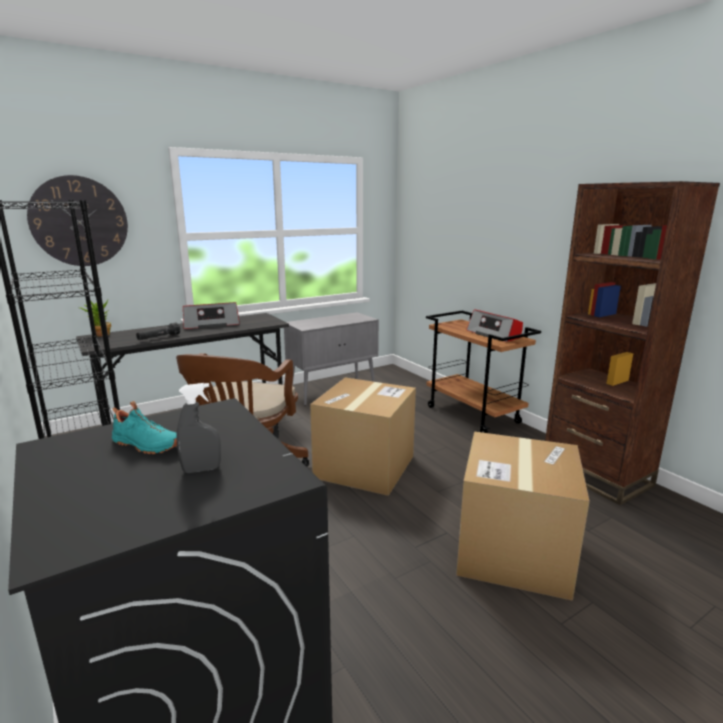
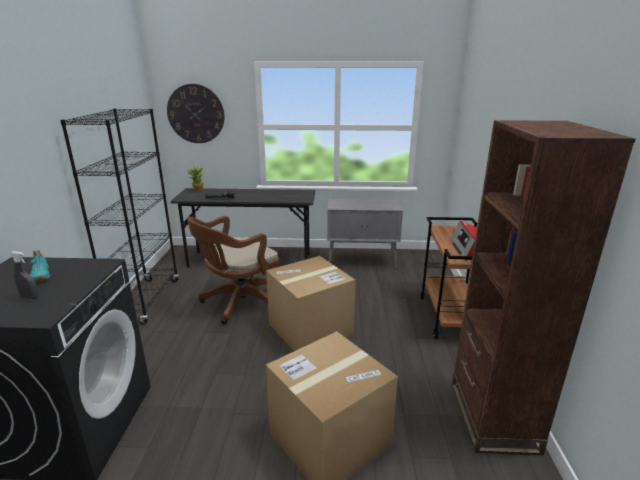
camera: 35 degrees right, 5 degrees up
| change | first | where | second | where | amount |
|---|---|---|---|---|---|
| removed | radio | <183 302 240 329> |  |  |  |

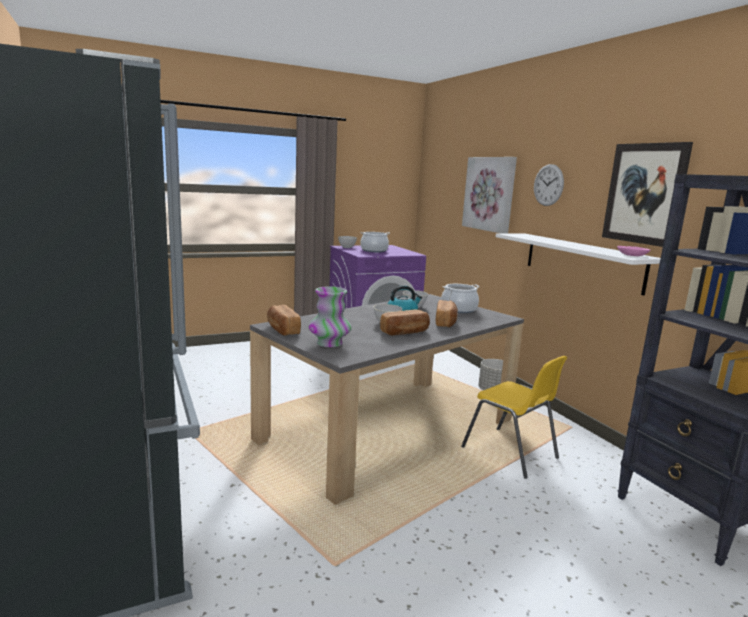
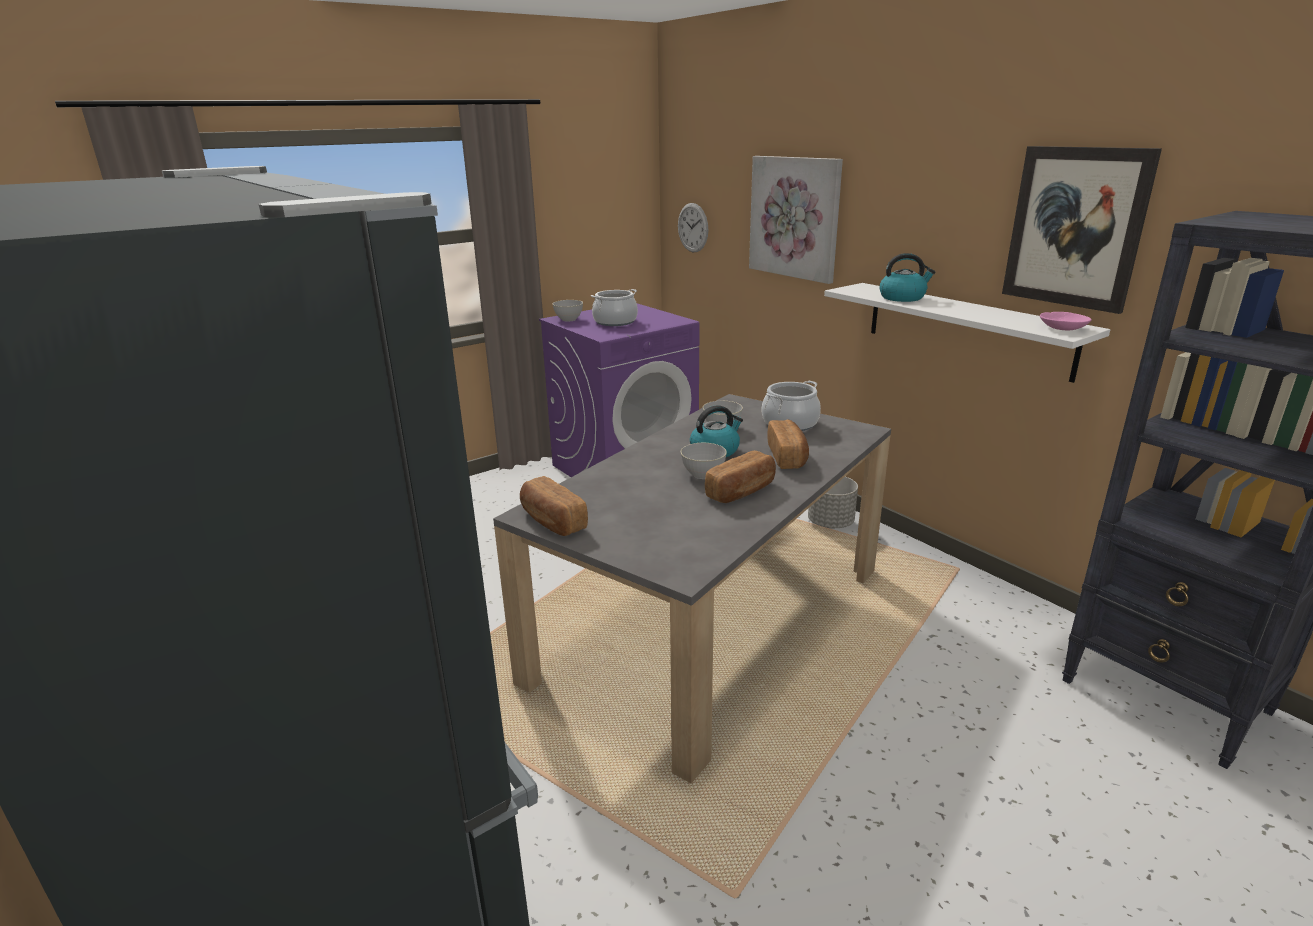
camera: 10 degrees left, 10 degrees up
| change | first | where | second | where | amount |
|---|---|---|---|---|---|
| removed | vase | <309 286 352 347> |  |  |  |
| removed | chair (yellow) | <461 356 567 479> |  |  |  |
| moved | wall clock | <534 164 564 206> |  | <678 203 708 252> |  |
| added |  |  | kettle | <879 253 936 302> |  |

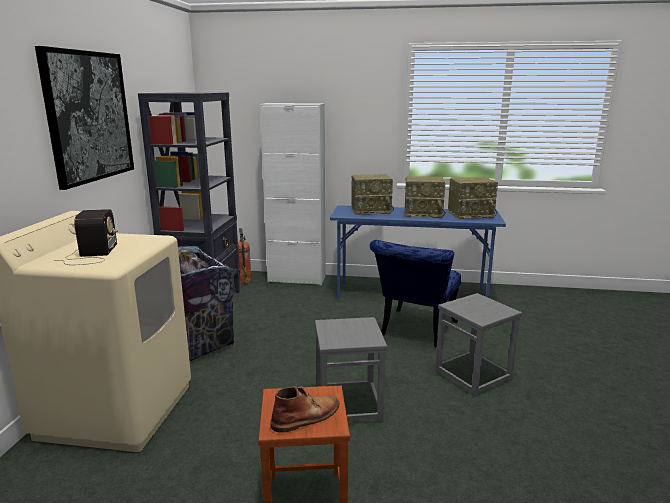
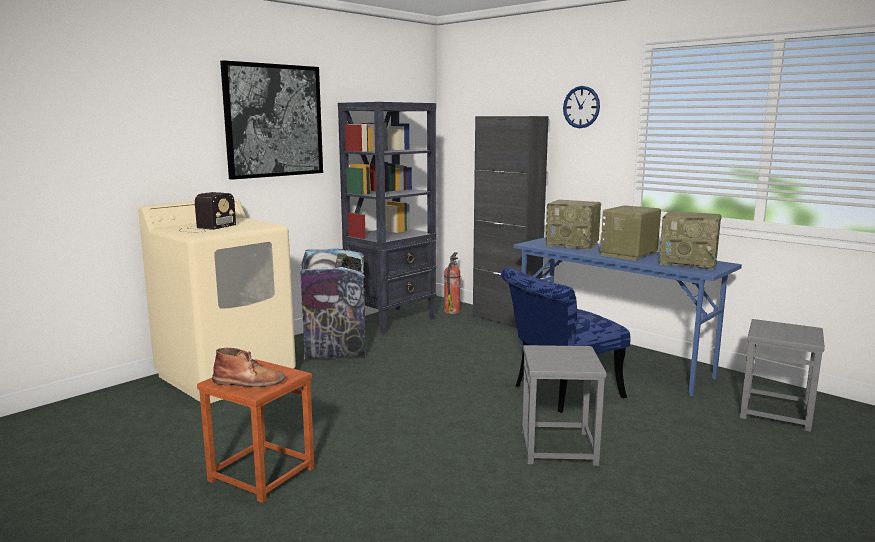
camera: 35 degrees right, 5 degrees down
| change | first | where | second | where | amount |
|---|---|---|---|---|---|
| recoloured | cabinet (white) | <260 103 326 285> | cabinet (black) | <473 116 549 328> |  |
| moved | stool (grey) | <315 317 387 422> |  | <740 319 825 432> |  |
| turned | radio | <405 176 445 218> |  | <598 205 661 261> | 90 degrees clockwise |
| added |  |  | wall clock | <563 86 600 128> |  |

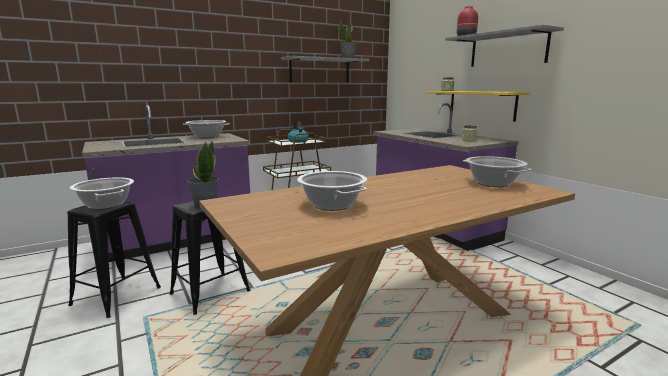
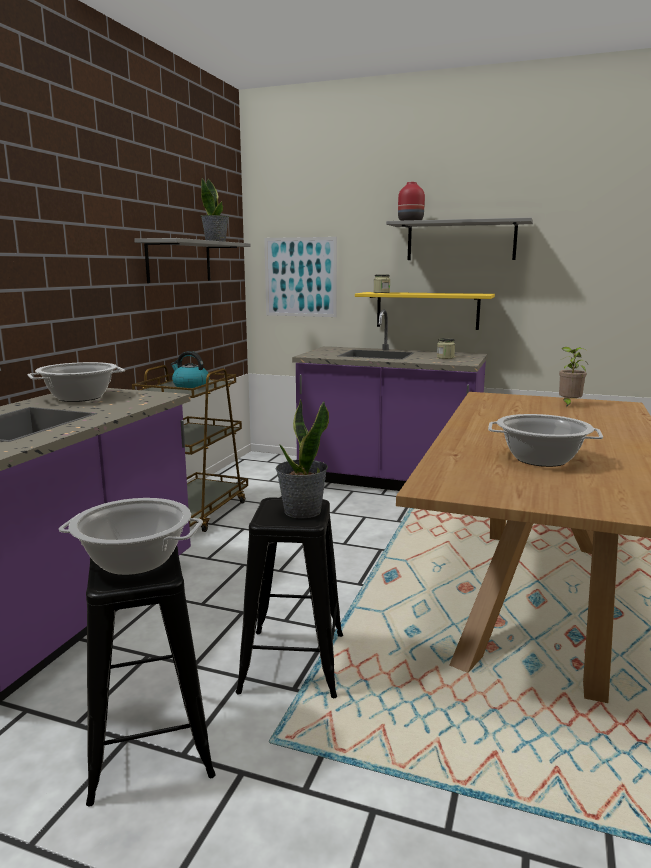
camera: 40 degrees left, 0 degrees up
| change | first | where | second | where | amount |
|---|---|---|---|---|---|
| replaced | cooking pot | <463 156 532 187> | potted plant | <559 347 588 407> |  |
| added |  |  | picture | <264 237 337 317> |  |

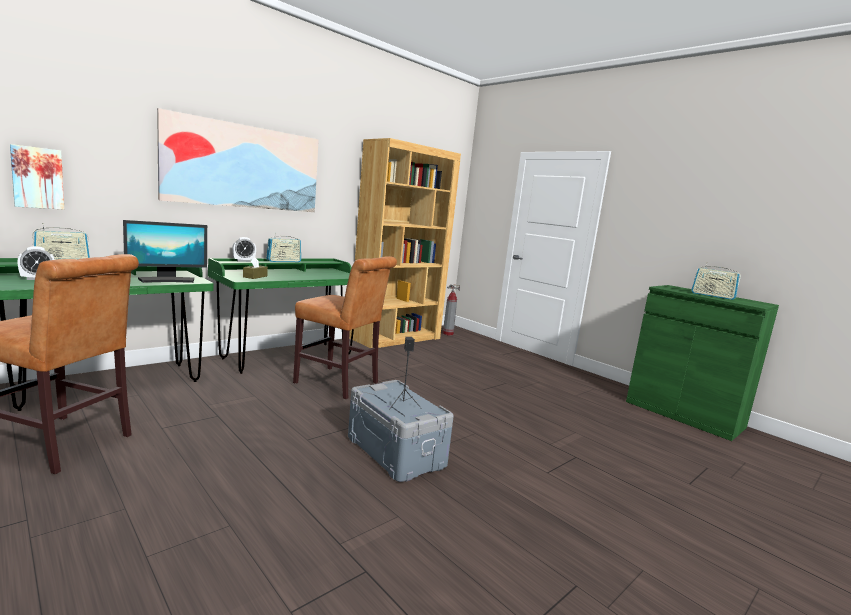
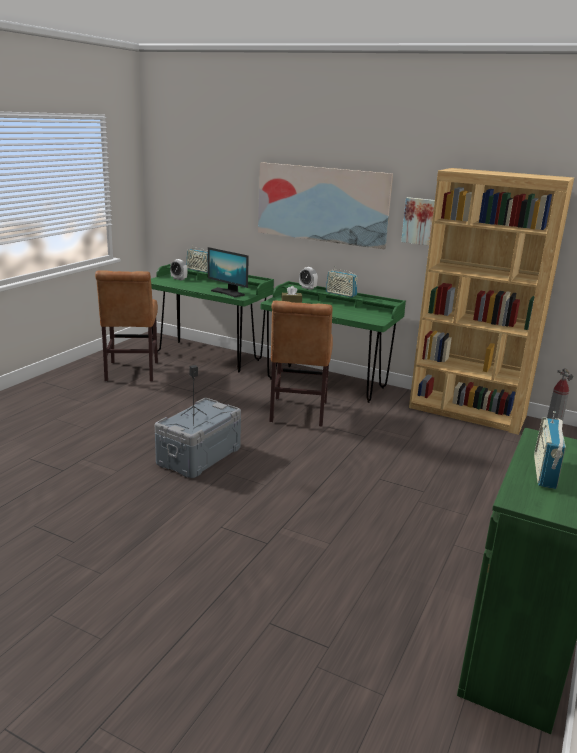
camera: 70 degrees right, 10 degrees up
| change | first | where | second | where | amount |
|---|---|---|---|---|---|
| moved | picture | <10 144 64 210> |  | <401 197 435 246> |  |

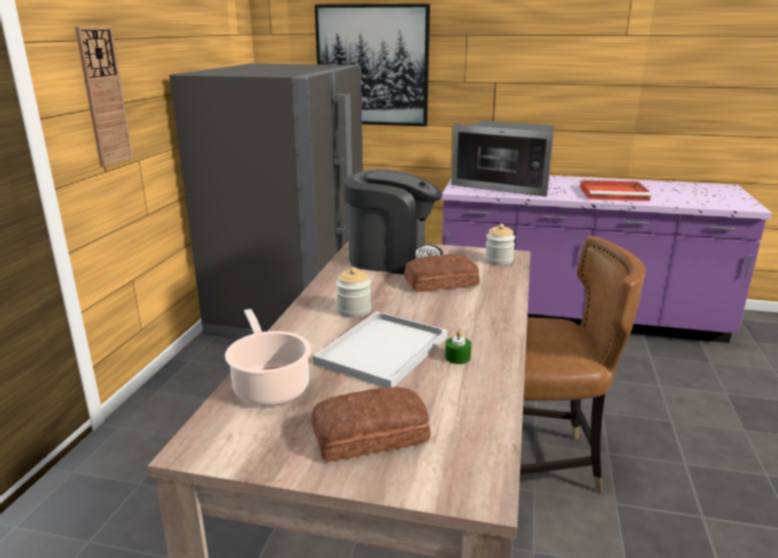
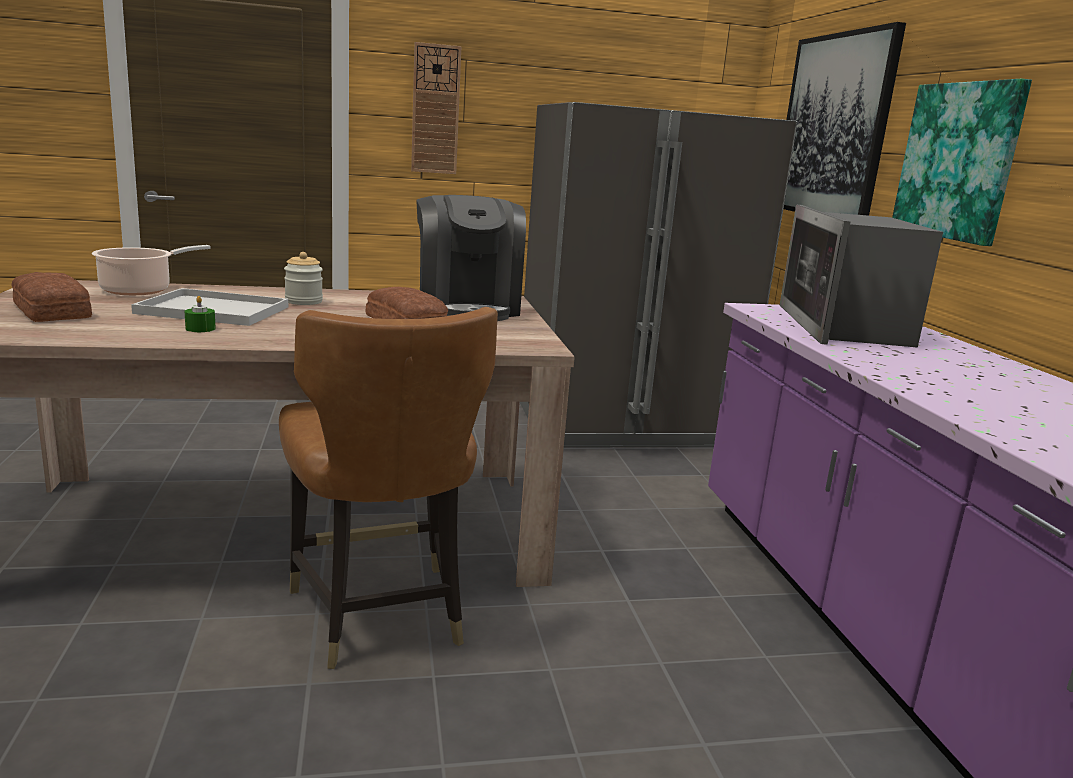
camera: 65 degrees right, 5 degrees down
| change | first | where | second | where | amount |
|---|---|---|---|---|---|
| removed | jar | <485 224 515 265> |  |  |  |
| removed | tray (red) | <580 180 651 201> |  |  |  |
| added |  |  | picture | <892 79 1032 246> |  |

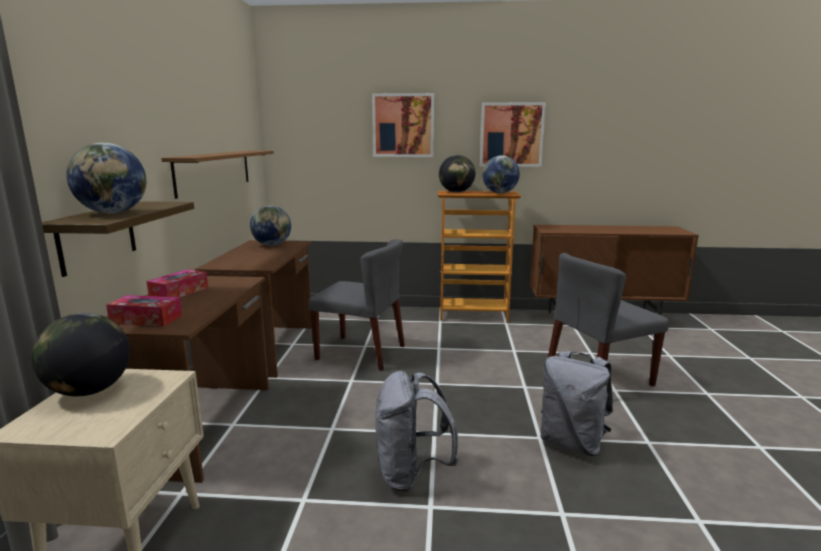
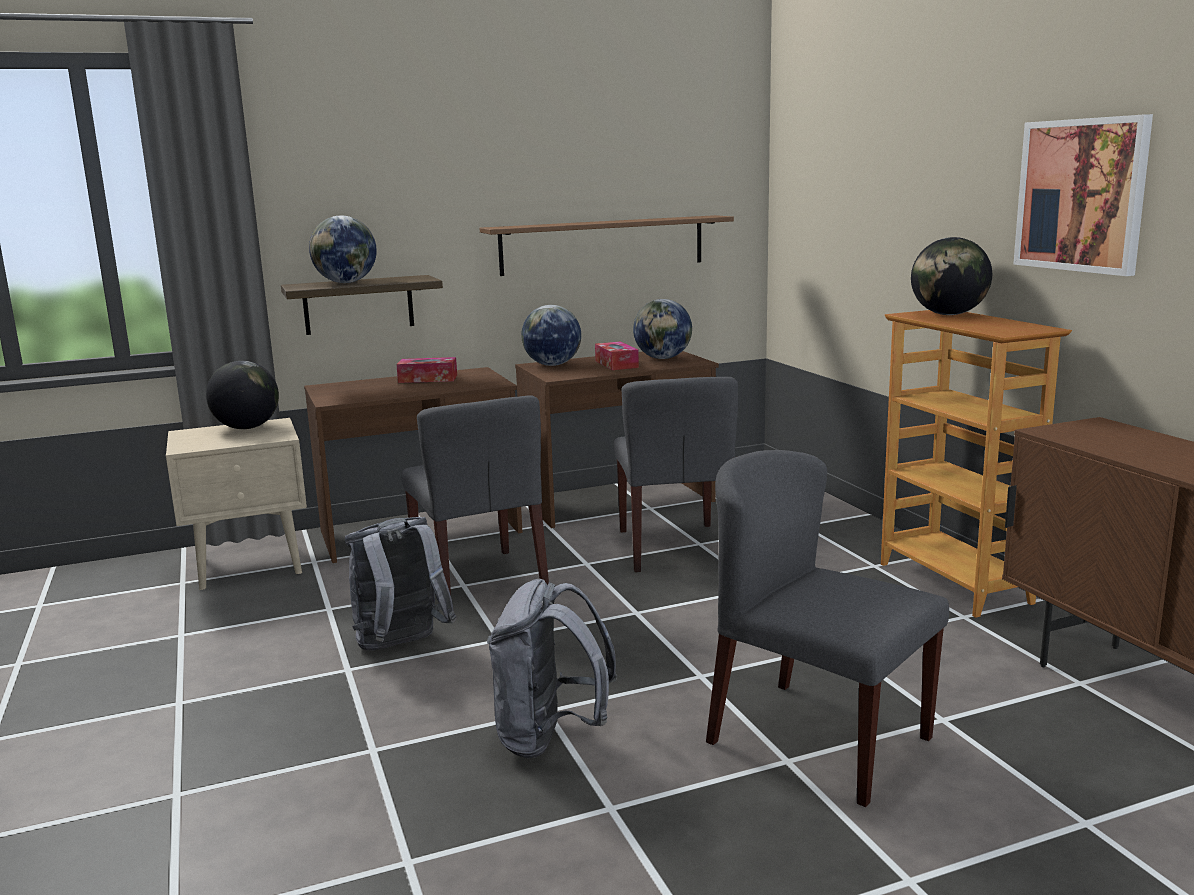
camera: 65 degrees right, 0 degrees up
| change | first | where | second | where | amount |
|---|---|---|---|---|---|
| moved | tissue box | <106 295 182 327> |  | <595 341 639 370> |  |
| removed | picture | <372 93 434 157> |  |  |  |
| moved | globe | <482 155 520 193> |  | <521 305 581 366> |  |
| added |  |  | chair (grey) | <401 395 549 595> |  |

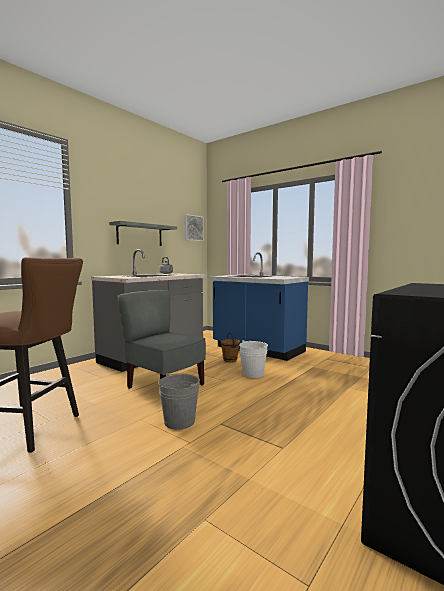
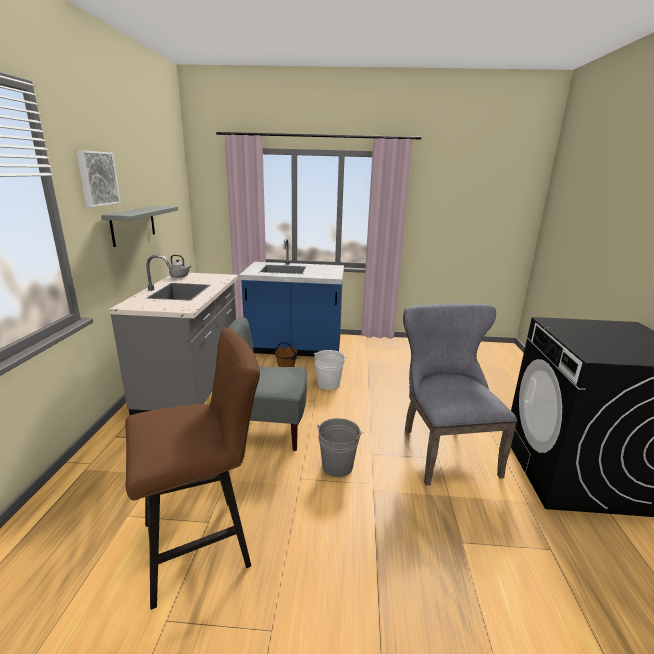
camera: 35 degrees left, 15 degrees up
| change | first | where | second | where | amount |
|---|---|---|---|---|---|
| moved | picture | <184 214 204 241> |  | <76 150 121 207> |  |
| added |  |  | chair (grey) | <403 304 517 486> |  |

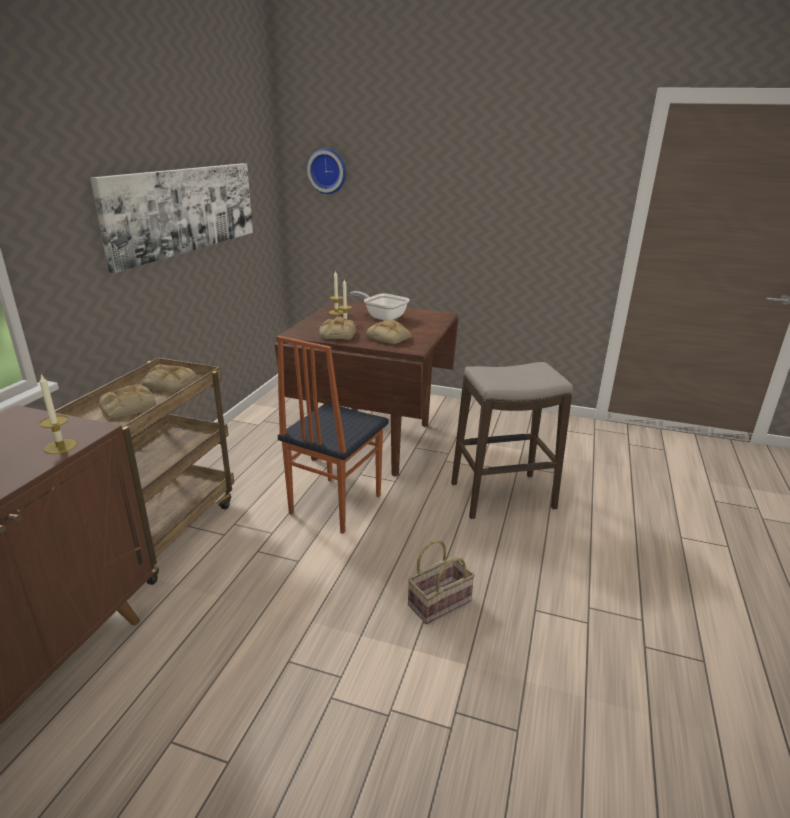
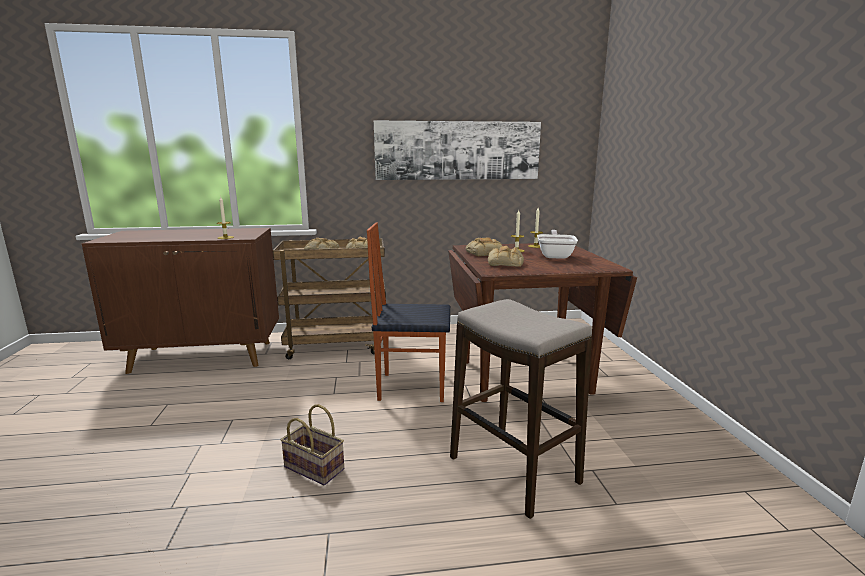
camera: 65 degrees right, 10 degrees down
| change | first | where | second | where | amount |
|---|---|---|---|---|---|
| removed | wall clock | <307 148 346 194> |  |  |  |

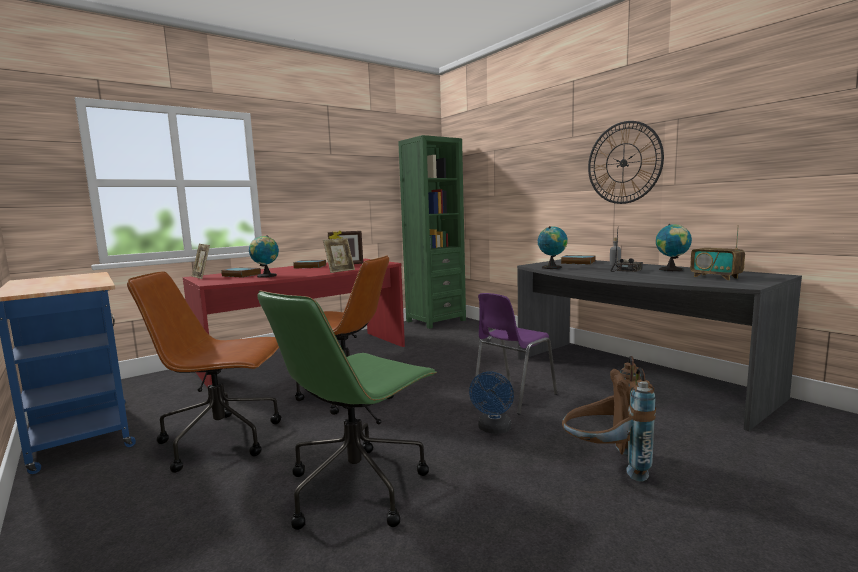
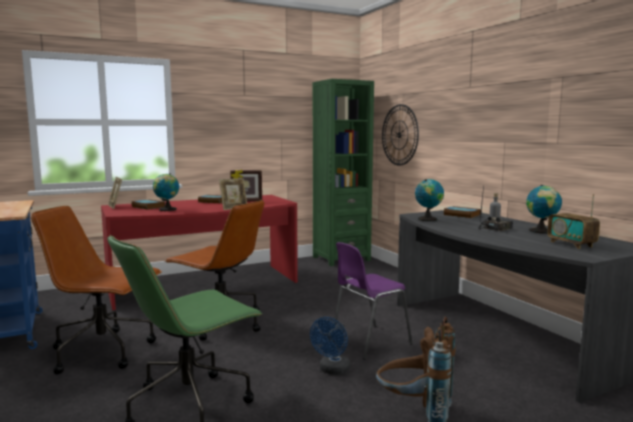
camera: 10 degrees right, 0 degrees up
| change | first | where | second | where | amount |
|---|---|---|---|---|---|
| moved | wall clock | <588 121 664 204> |  | <382 104 419 166> |  |

